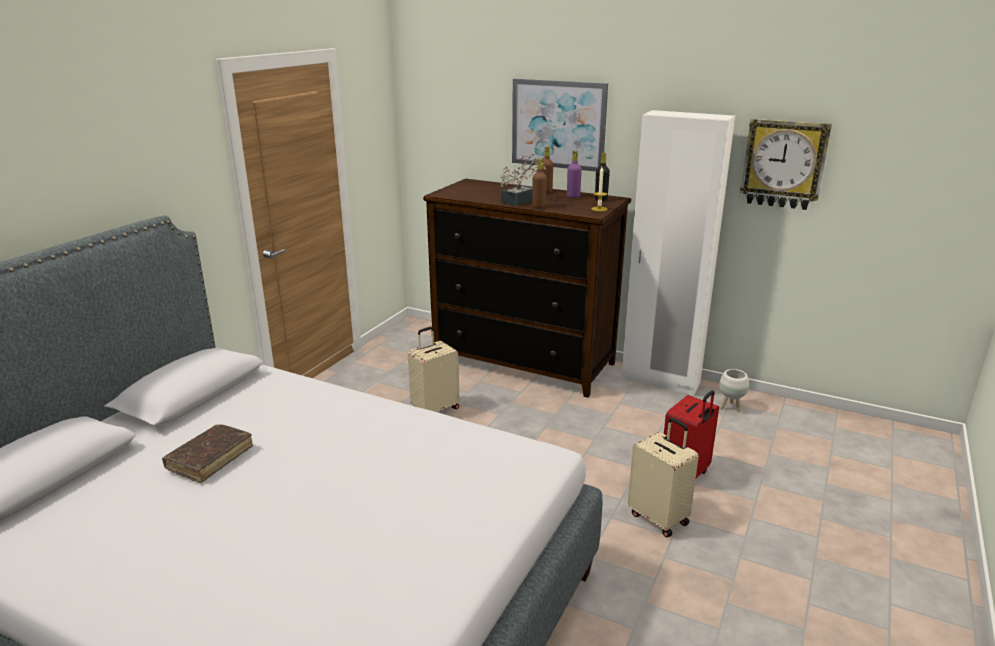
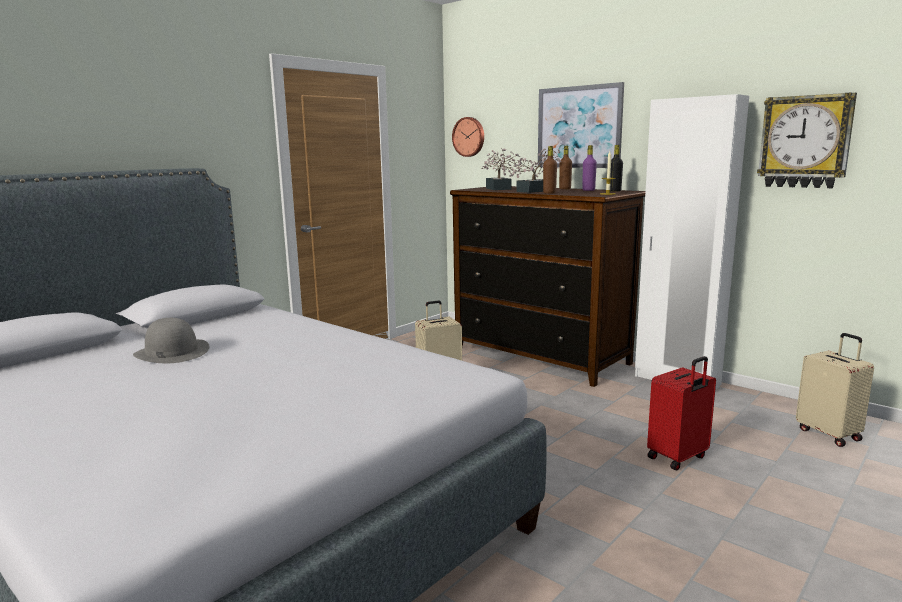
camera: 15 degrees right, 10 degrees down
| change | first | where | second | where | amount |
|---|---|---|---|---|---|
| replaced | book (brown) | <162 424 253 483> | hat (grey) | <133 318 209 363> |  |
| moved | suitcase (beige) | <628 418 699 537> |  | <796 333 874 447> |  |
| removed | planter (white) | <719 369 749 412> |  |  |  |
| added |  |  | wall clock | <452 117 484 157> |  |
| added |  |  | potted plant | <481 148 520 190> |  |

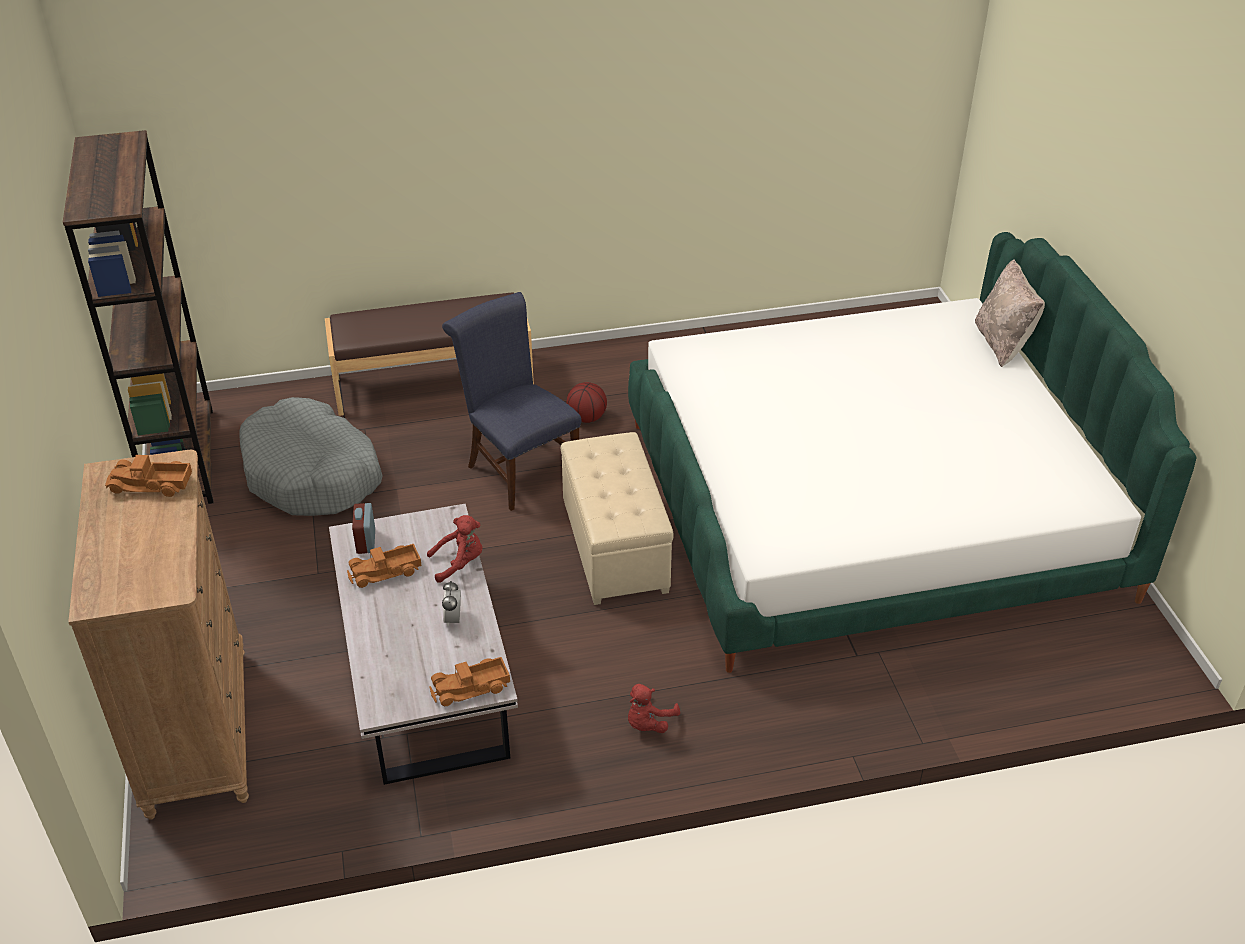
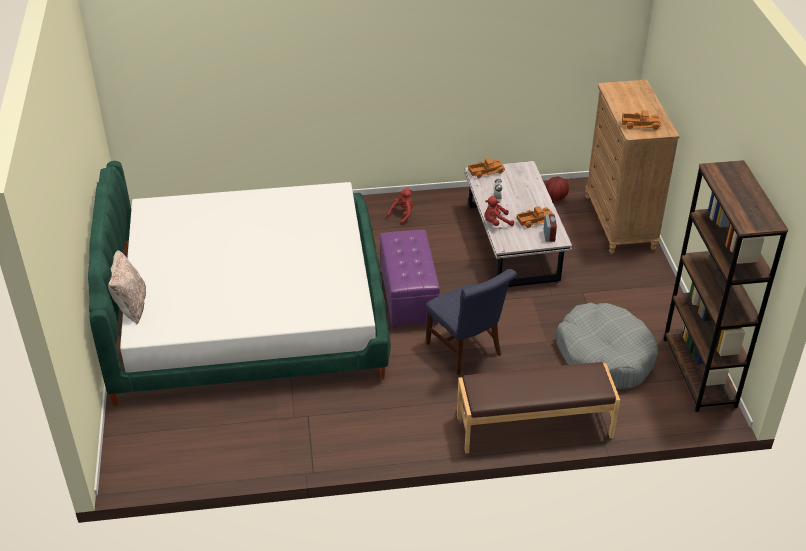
camera: 175 degrees left, 0 degrees up
| change | first | where | second | where | amount |
|---|---|---|---|---|---|
| recoloured | ottoman (beige) | <561 432 674 605> | ottoman (purple) | <380 230 440 328> |  |
| moved | basketball | <567 382 607 423> |  | <545 177 569 201> |  |

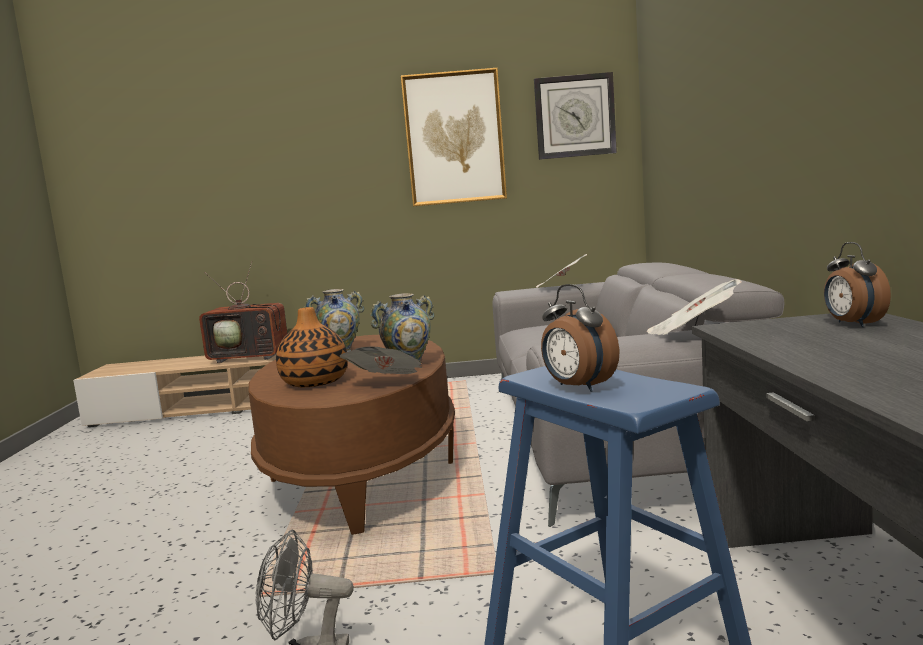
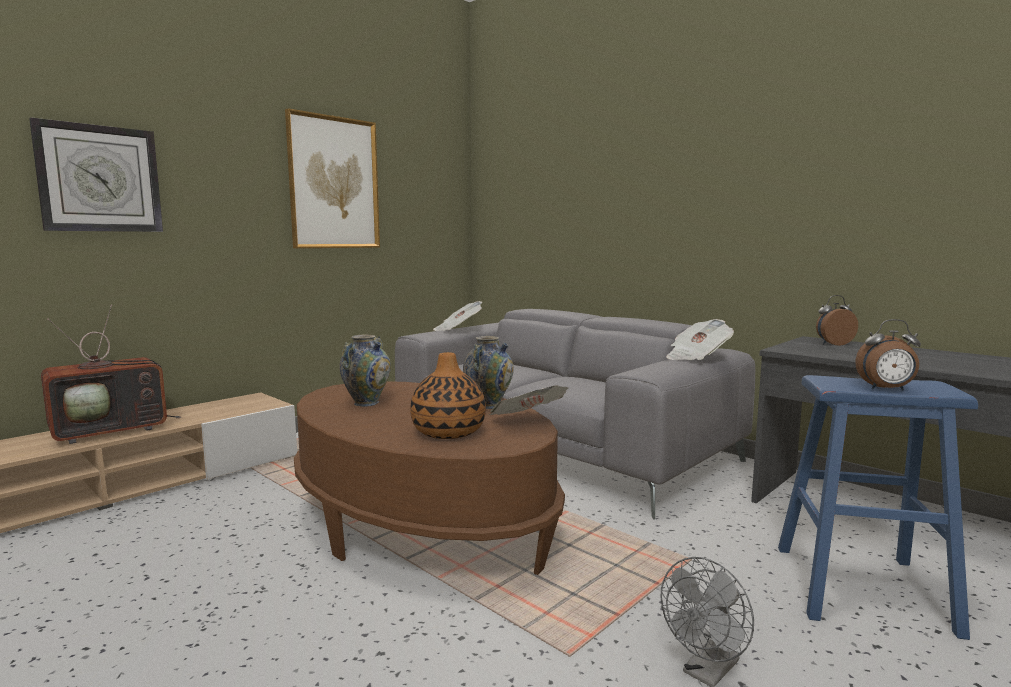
camera: 45 degrees left, 0 degrees up
| change | first | where | second | where | amount |
|---|---|---|---|---|---|
| moved | wall clock | <534 72 617 160> |  | <29 117 163 232> |  |
| turned | alarm clock | <824 242 891 327> |  | <816 295 858 346> | 135 degrees clockwise |

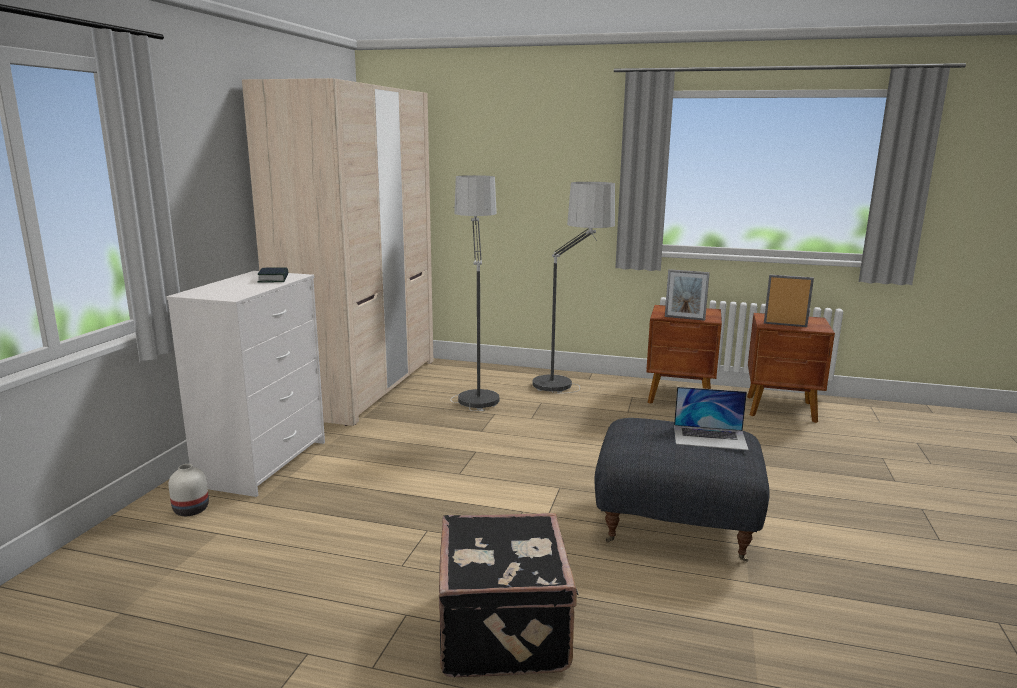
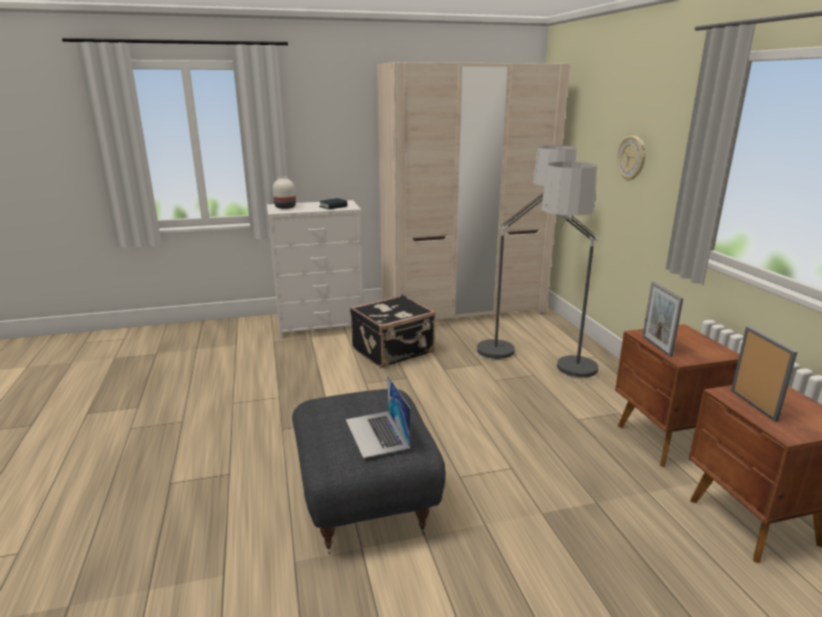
camera: 60 degrees right, 5 degrees up
| change | first | where | second | where | amount |
|---|---|---|---|---|---|
| moved | vase (white) | <168 464 209 516> |  | <273 176 296 209> |  |
| moved | suitcase (black) | <439 513 579 677> |  | <350 294 436 368> |  |
| added |  |  | wall clock | <617 136 646 181> |  |

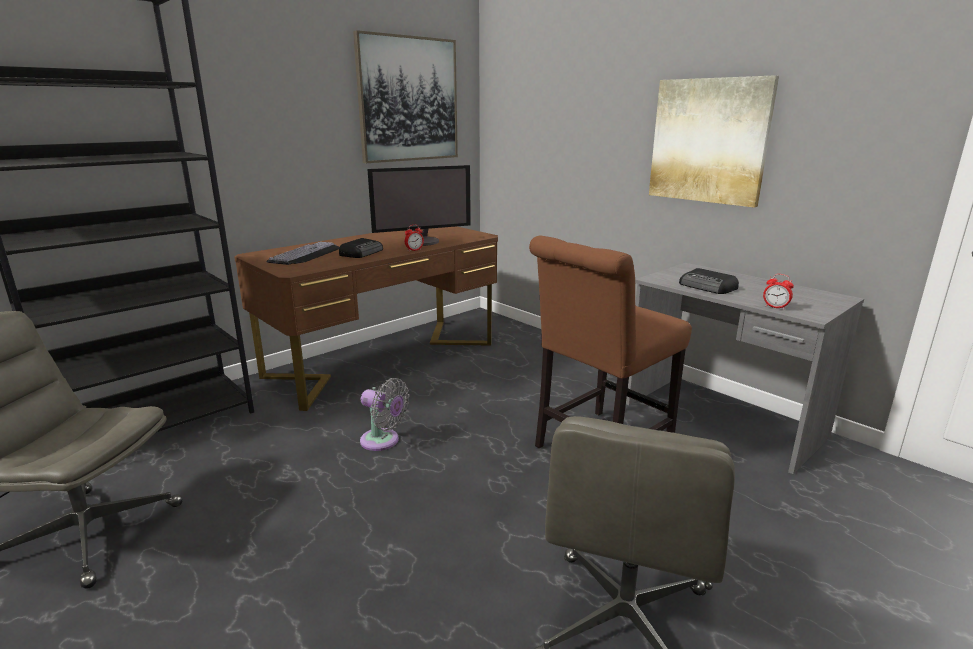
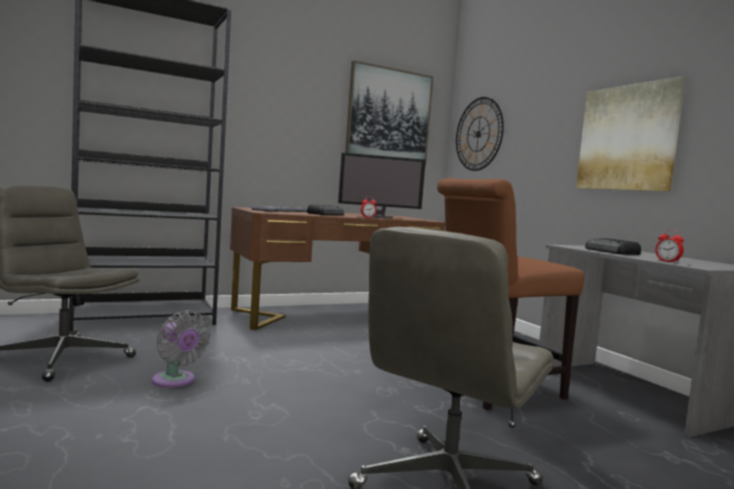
camera: 15 degrees right, 15 degrees down
| change | first | where | second | where | amount |
|---|---|---|---|---|---|
| moved | fan (grey) | <360 378 409 451> |  | <152 310 211 388> |  |
| added |  |  | wall clock | <456 97 504 171> |  |

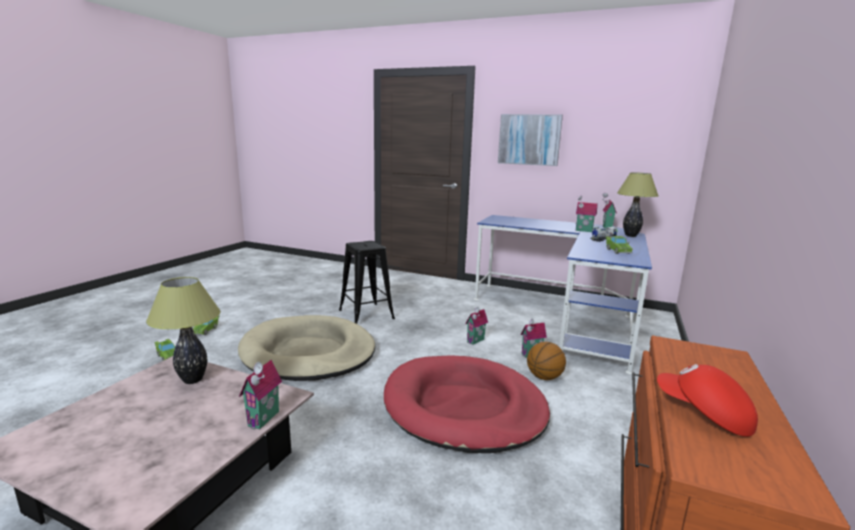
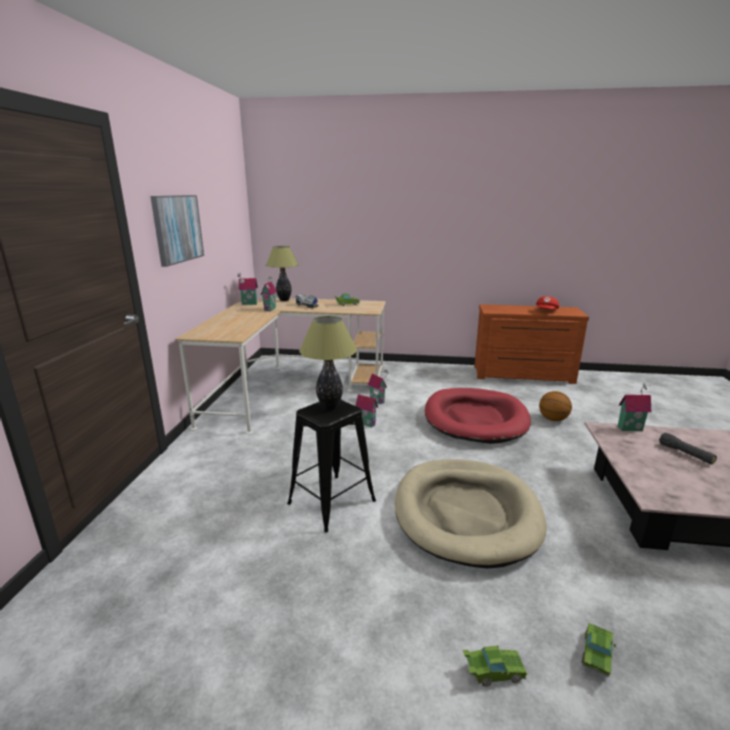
camera: 105 degrees left, 5 degrees up
| change | first | where | second | where | amount |
|---|---|---|---|---|---|
| moved | table lamp | <146 277 221 384> |  | <299 316 357 410> |  |
| recoloured | desk (blue) | <474 215 652 375> | desk (beige) | <175 298 386 434> |  |
| moved | basketball | <527 342 566 380> |  | <539 391 572 421> |  |
| added |  |  | flashlight (black) | <659 433 717 464> |  |

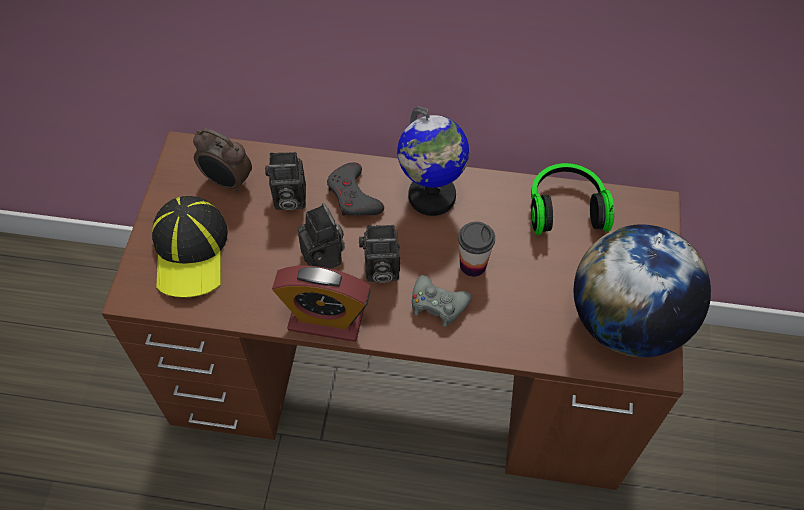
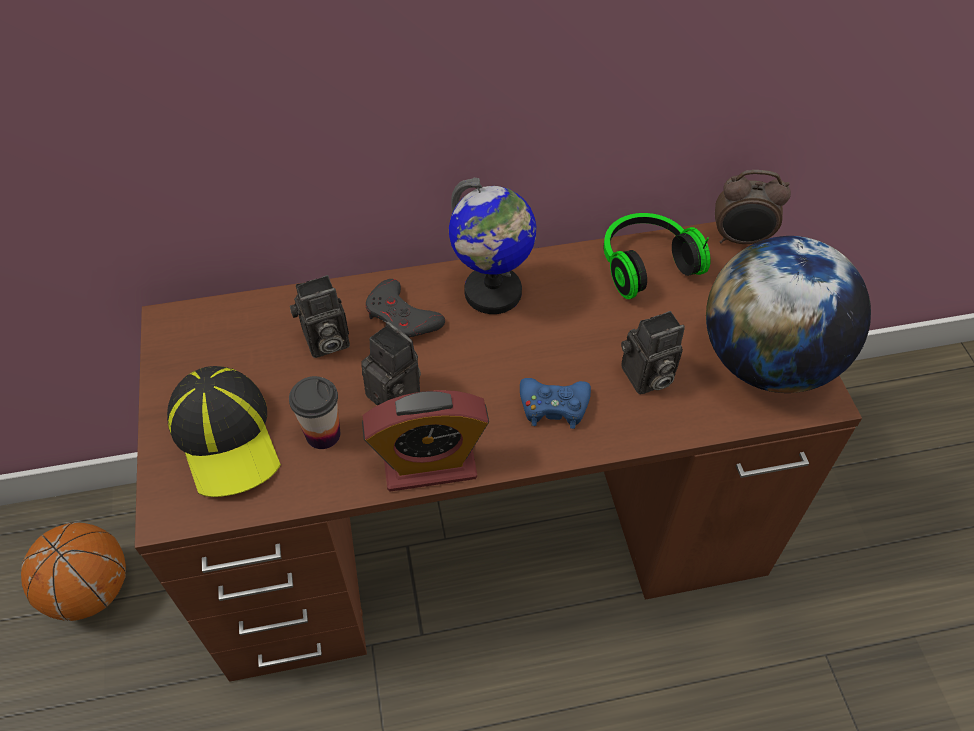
camera: 20 degrees left, 5 degrees down
| change | first | where | second | where | amount |
|---|---|---|---|---|---|
| moved | alarm clock | <193 128 252 193> |  | <715 170 791 244> |  |
| moved | photo camera | <359 225 400 283> |  | <621 311 685 394> |  |
| recoloured | game controller (grey) | <412 275 472 327> | game controller (blue) | <520 378 591 429> |  |
| moved | cup | <458 222 495 277> |  | <289 376 340 449> |  |
| added |  |  | basketball | <21 522 126 621> |  |

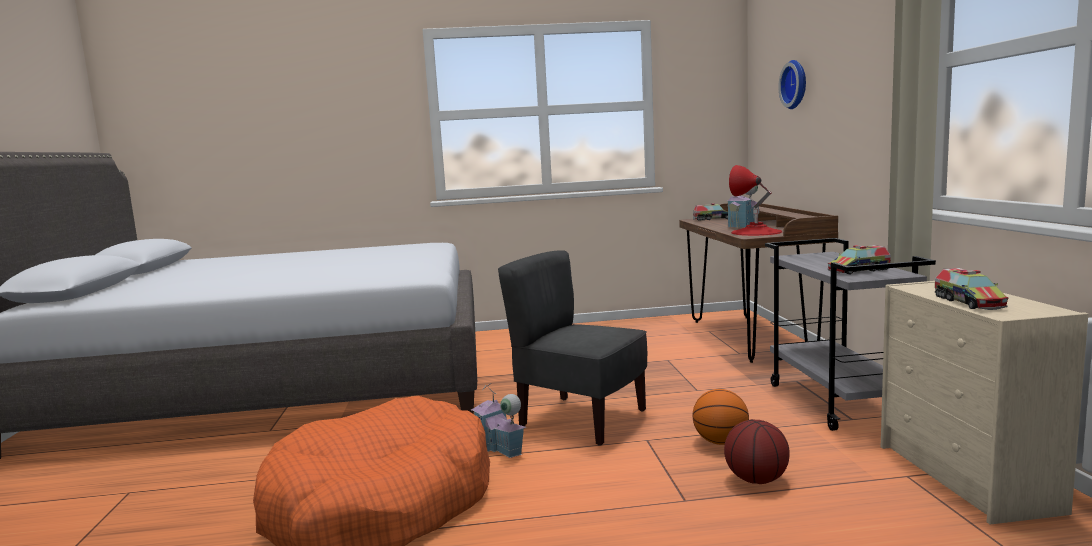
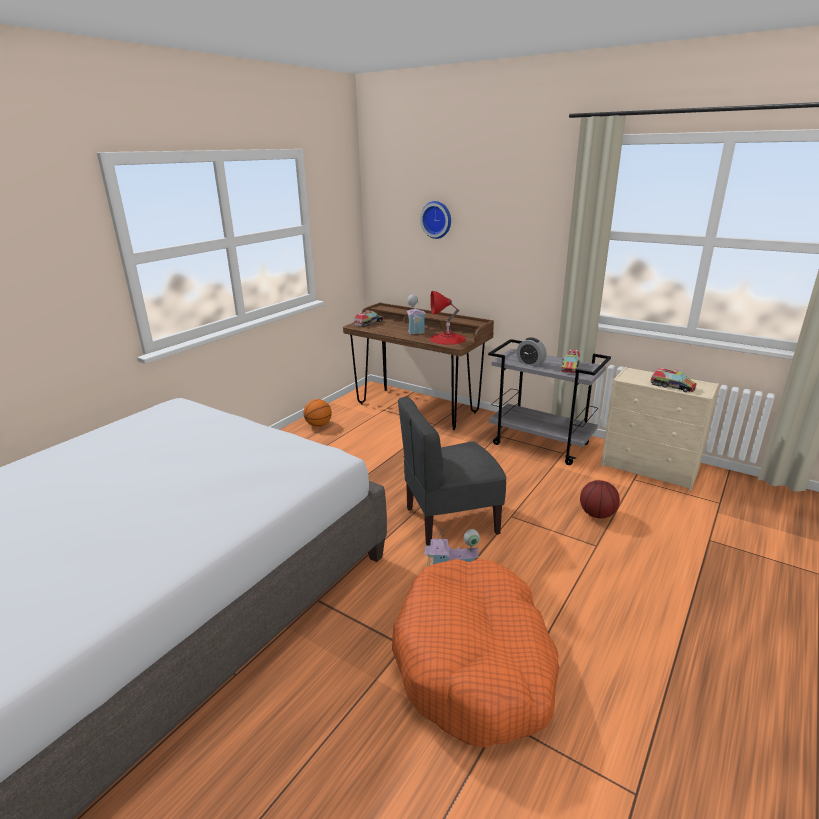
camera: 50 degrees left, 15 degrees up
| change | first | where | second | where | amount |
|---|---|---|---|---|---|
| moved | basketball | <693 389 749 445> |  | <303 399 332 427> |  |
| added |  |  | alarm clock | <516 337 546 367> |  |

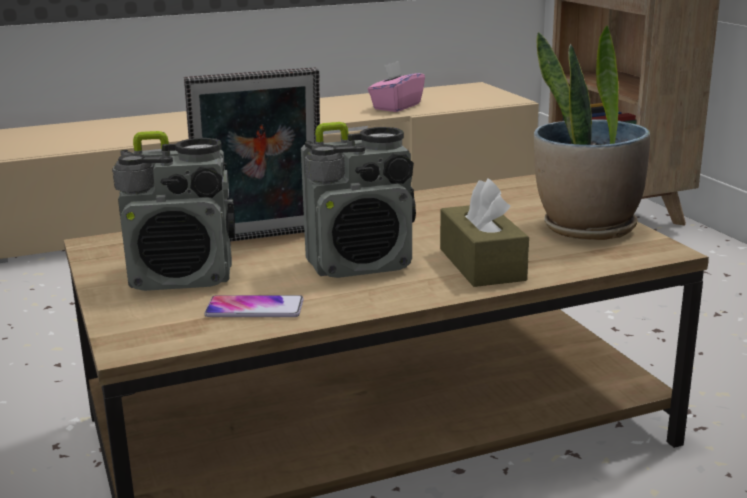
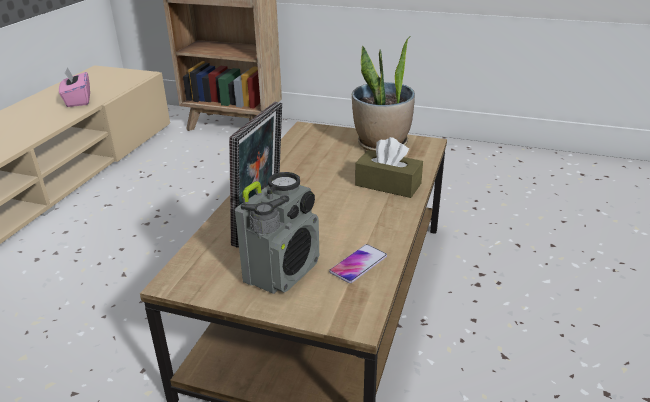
camera: 50 degrees left, 10 degrees up
| change | first | where | second | where | amount |
|---|---|---|---|---|---|
| removed | radio | <301 122 416 278> |  |  |  |

